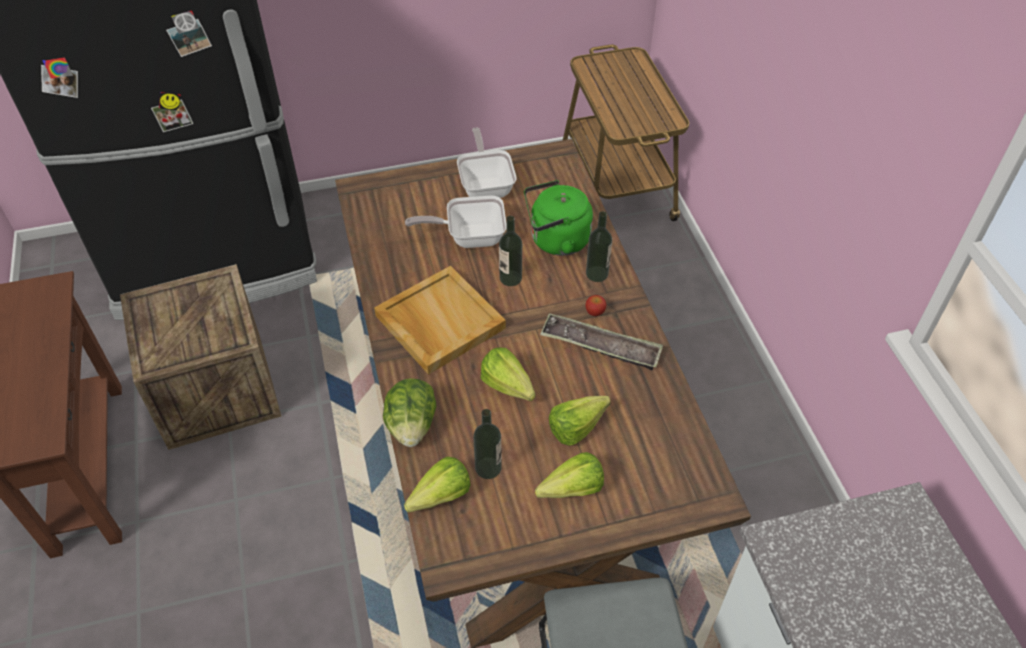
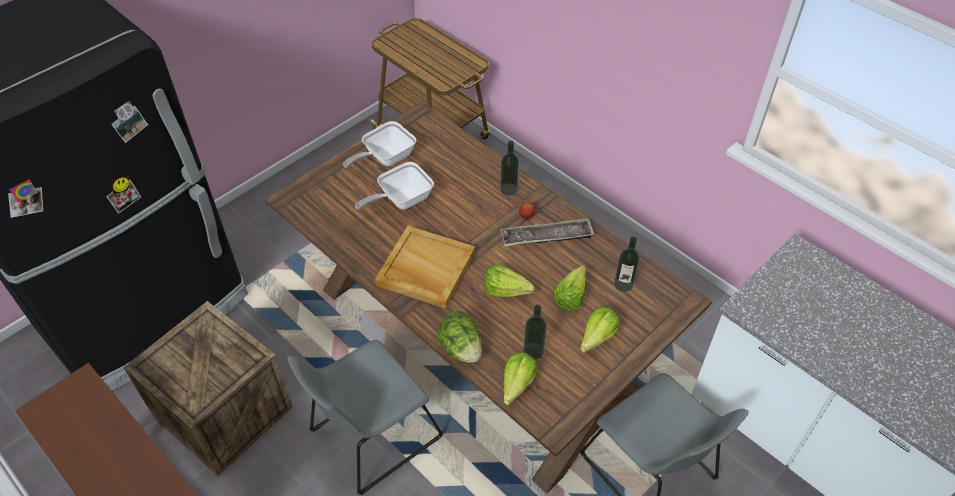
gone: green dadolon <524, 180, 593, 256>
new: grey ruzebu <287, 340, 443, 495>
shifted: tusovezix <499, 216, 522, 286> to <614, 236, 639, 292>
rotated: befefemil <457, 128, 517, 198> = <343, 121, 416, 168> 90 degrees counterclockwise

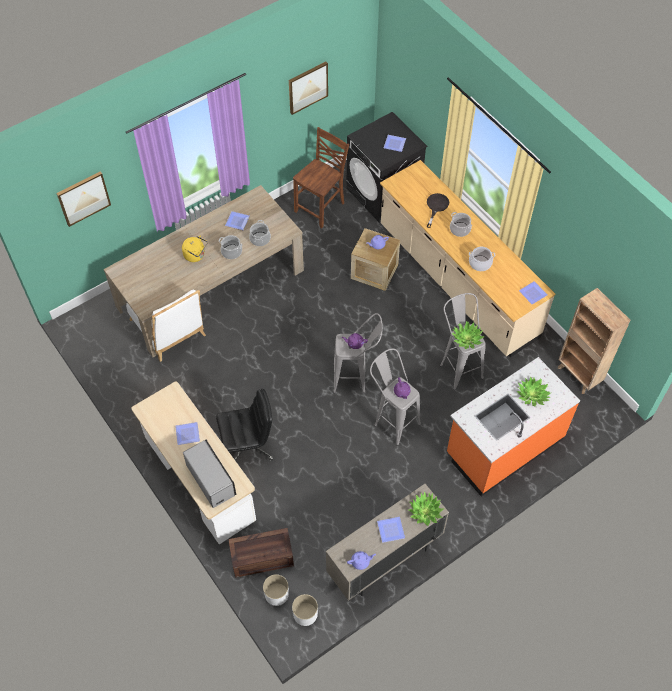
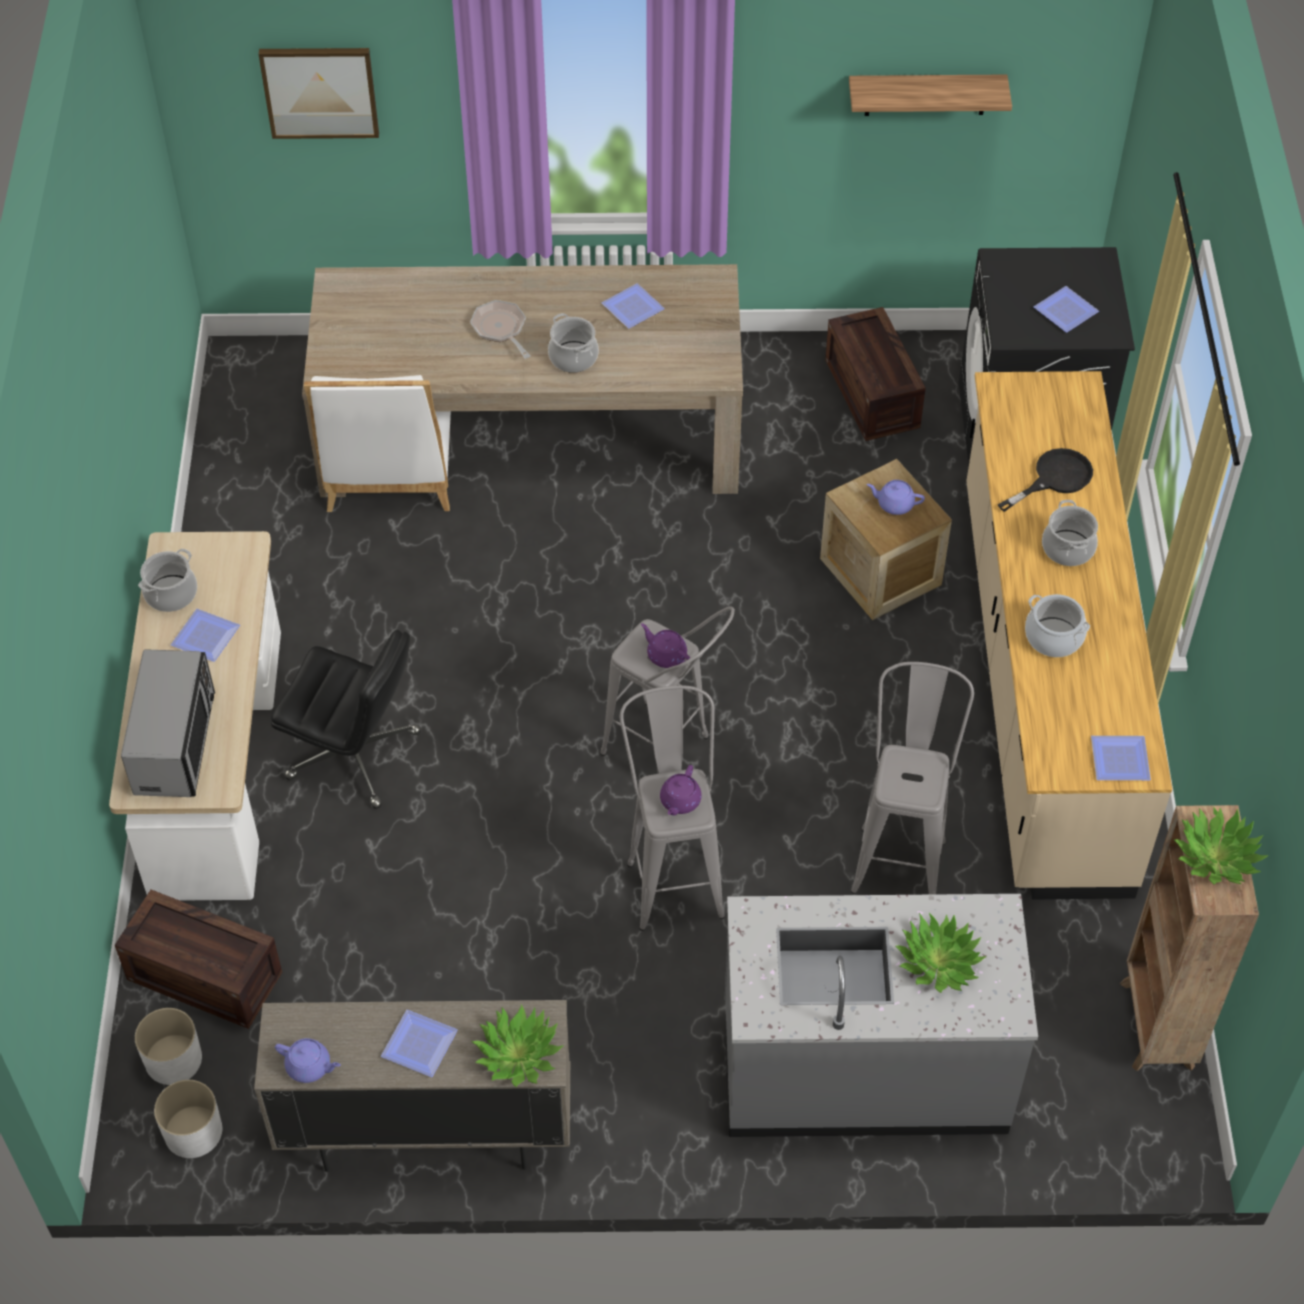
shifted: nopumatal <249, 220, 271, 246> to <138, 548, 197, 612>; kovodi <451, 321, 485, 349> to <1174, 807, 1268, 885>
swapped: yellow dadolon <182, 235, 208, 262> to befefemil <470, 300, 530, 359>; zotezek <289, 62, 328, 115> to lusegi <849, 75, 1012, 116>; brown ruzebu <293, 127, 349, 228> to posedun <825, 307, 926, 441>
repainted: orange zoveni <447, 357, 580, 496> to grey zoveni <725, 894, 1038, 1137>

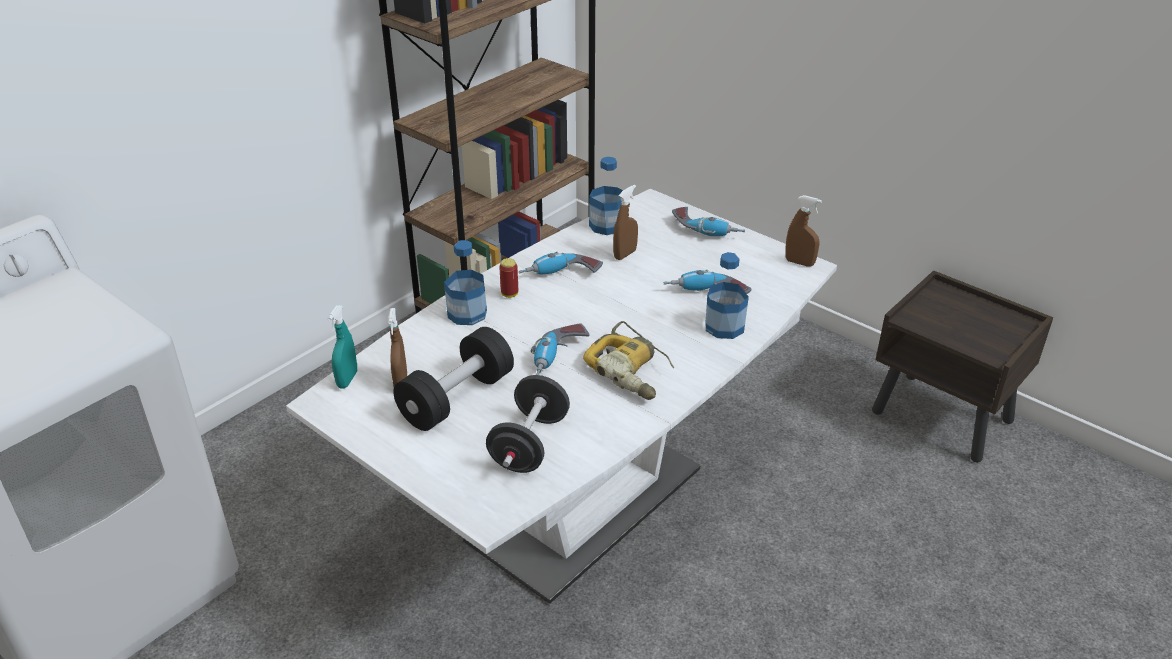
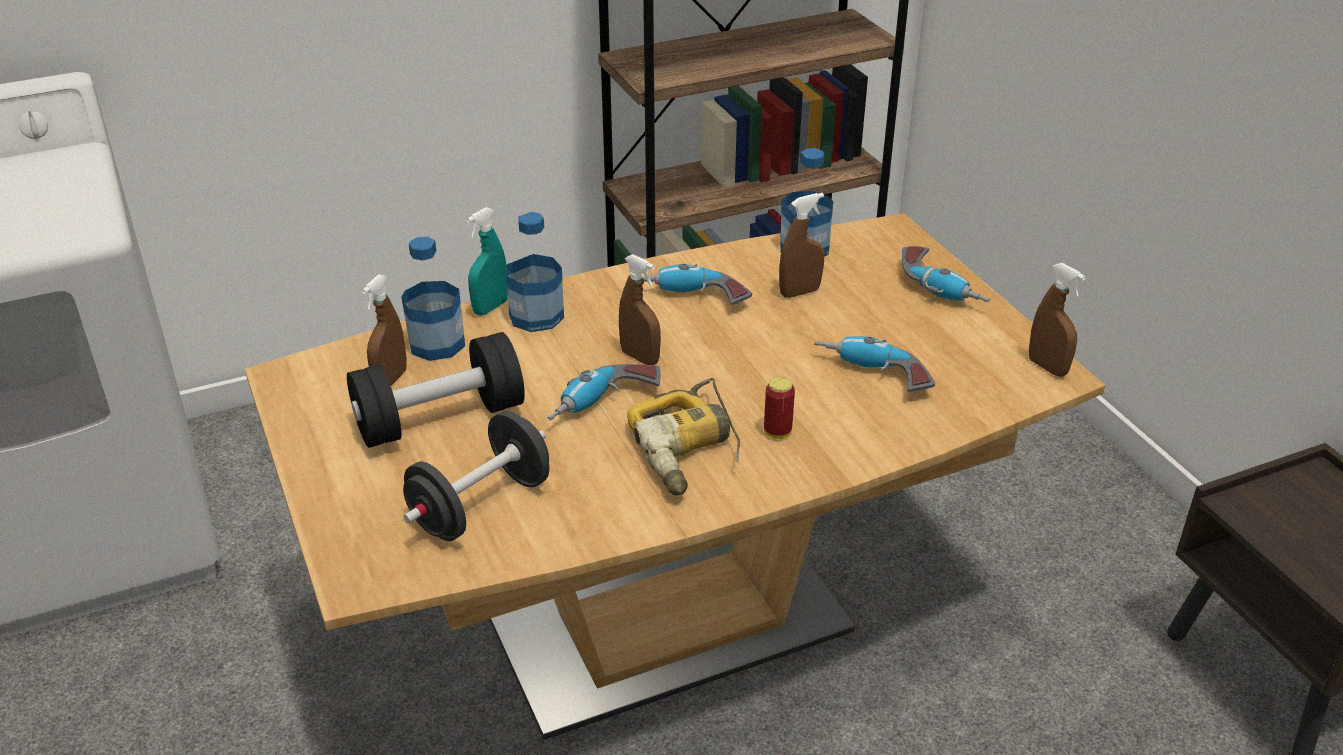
new: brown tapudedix <619, 254, 661, 365>
shifted: turquoise tapudedix <328, 305, 357, 389> to <467, 207, 508, 316>; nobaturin <499, 258, 518, 298> to <764, 376, 795, 439>; tusovezix <706, 252, 749, 339> to <401, 237, 465, 361>
repainted: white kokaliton <286, 189, 837, 604> to brown kokaliton <245, 213, 1105, 740>

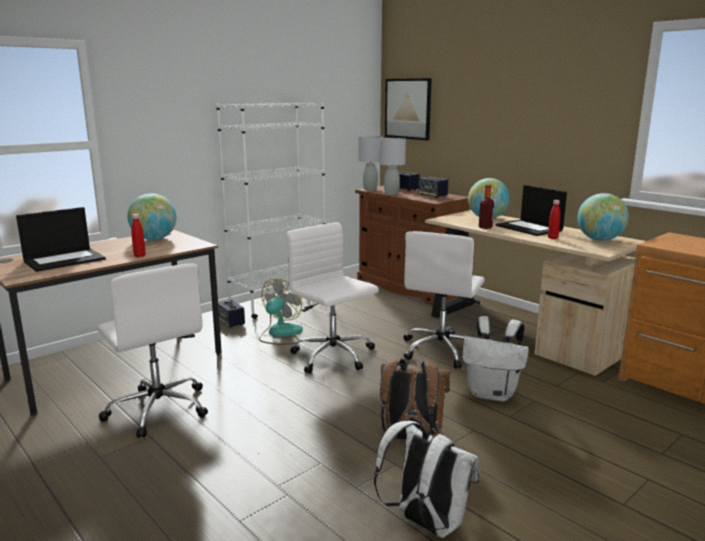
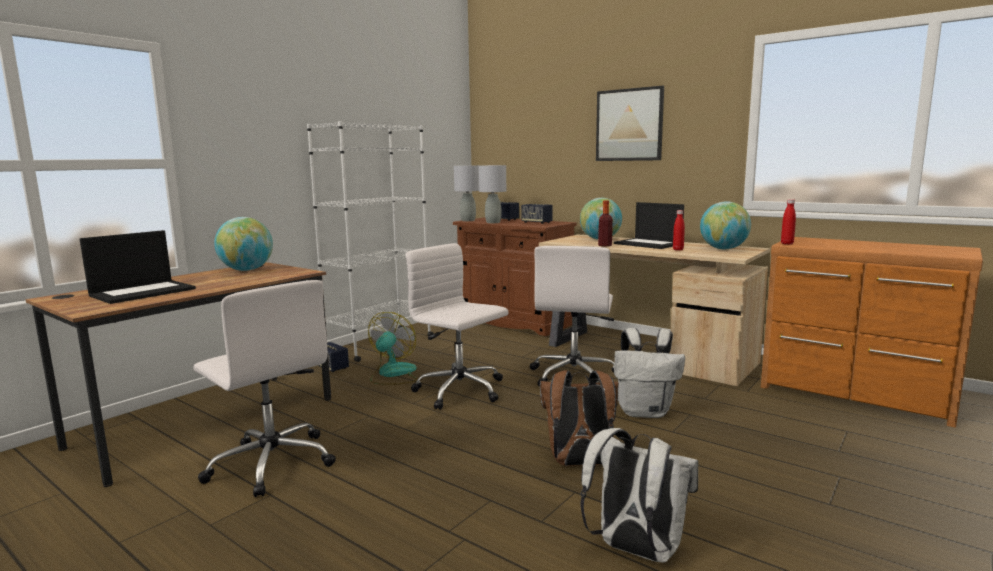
shifted: red tusovezix <131, 214, 146, 257> to <781, 199, 796, 245>; zotezek <385, 78, 432, 141> to <596, 86, 664, 161>

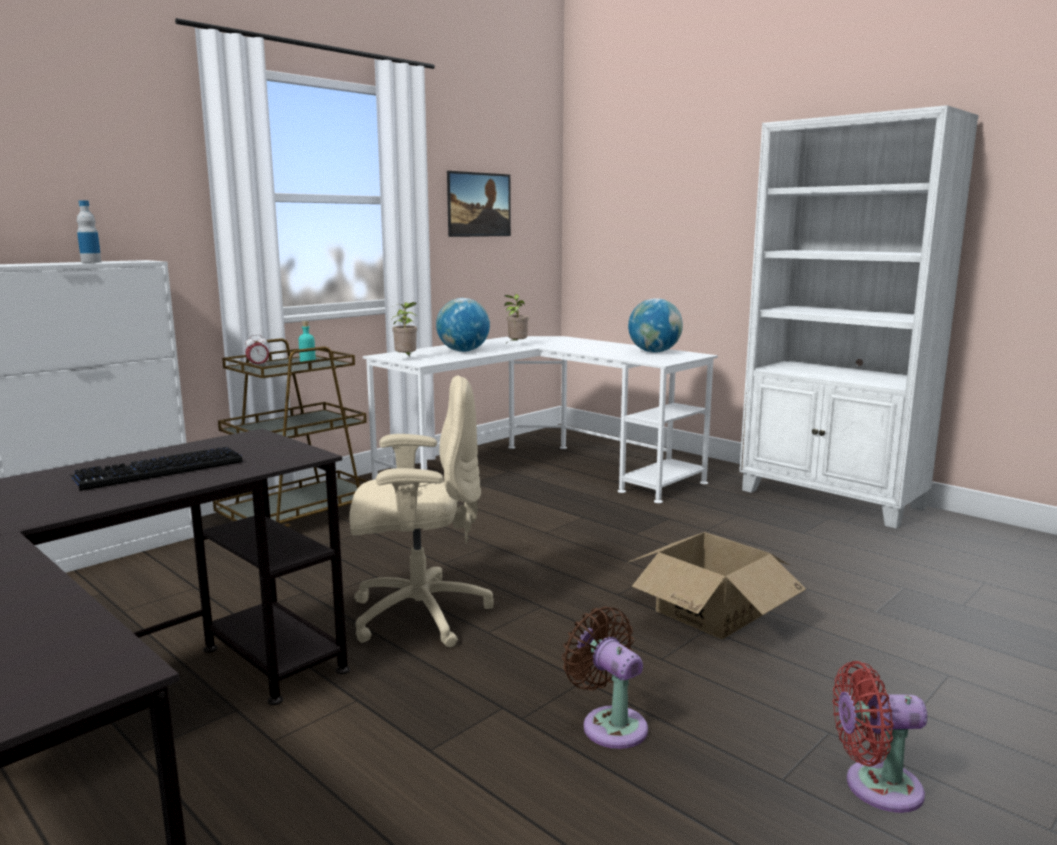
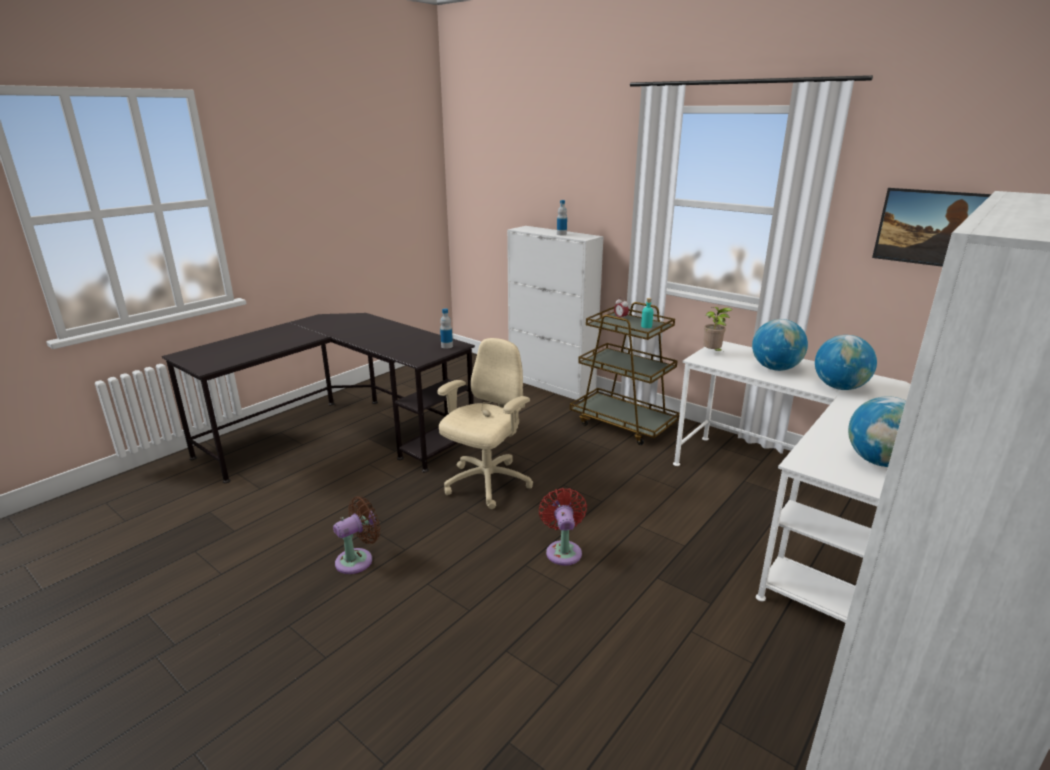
gone: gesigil <69, 447, 243, 491>; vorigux <627, 532, 806, 639>
new: tusovezix <440, 309, 453, 349>
shifted: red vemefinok <833, 661, 927, 813> to <539, 488, 587, 566>
swapped: kovodi <504, 294, 529, 341> to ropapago <815, 335, 877, 390>
rotated: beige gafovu <349, 375, 494, 648> = <438, 338, 533, 509> 135 degrees counterclockwise

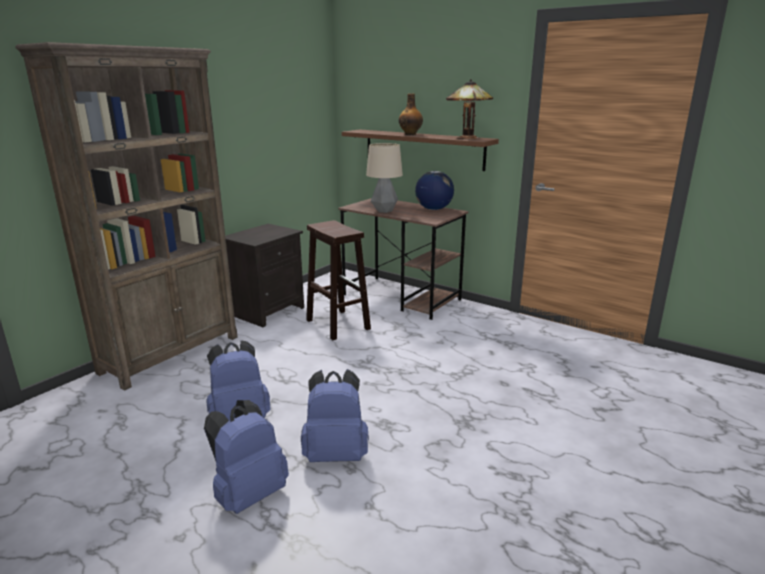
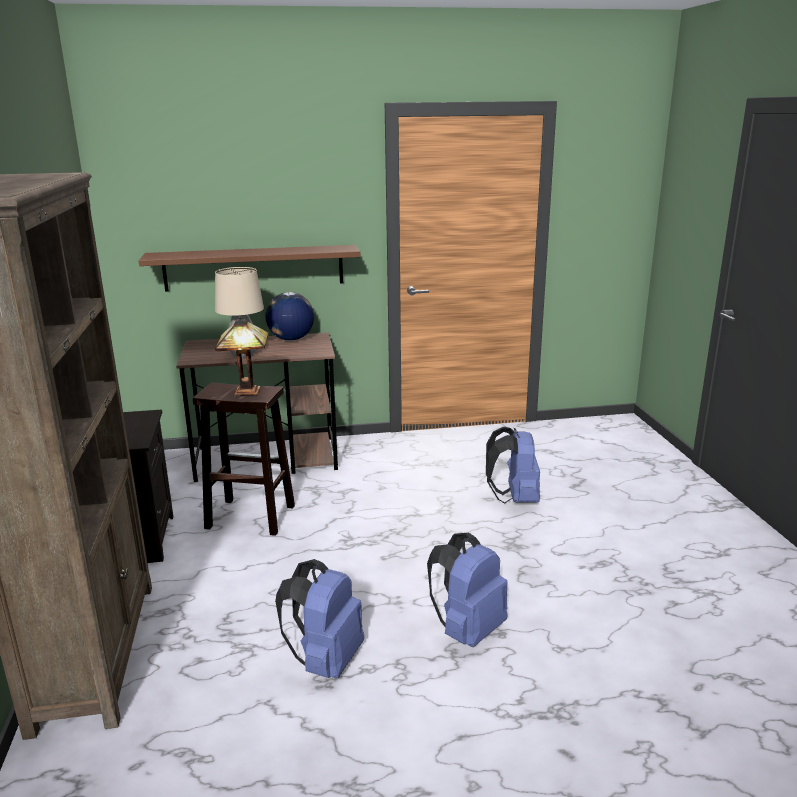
gone: tusovezix <399, 93, 423, 135>
shifted: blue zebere <204, 400, 289, 514> to <486, 427, 540, 503>; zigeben <446, 79, 493, 140> to <215, 317, 269, 396>

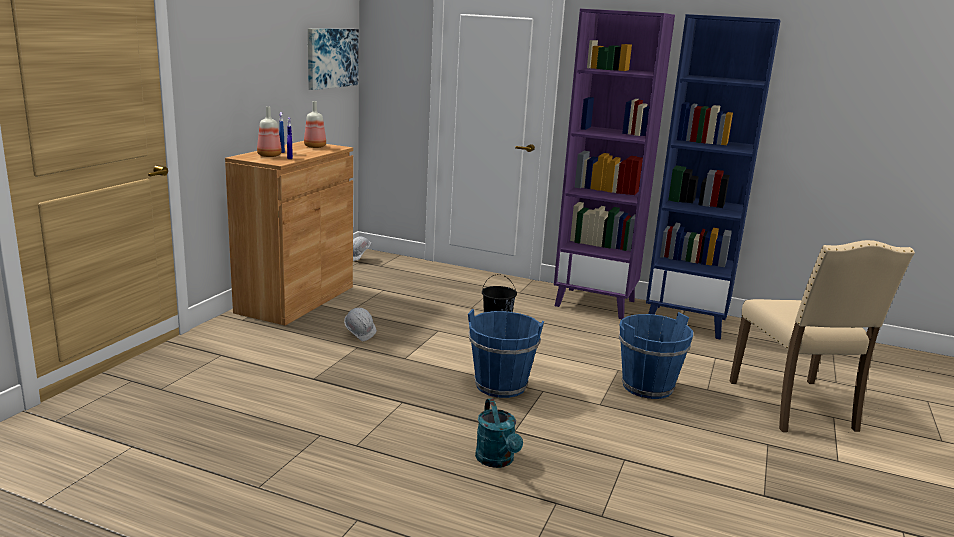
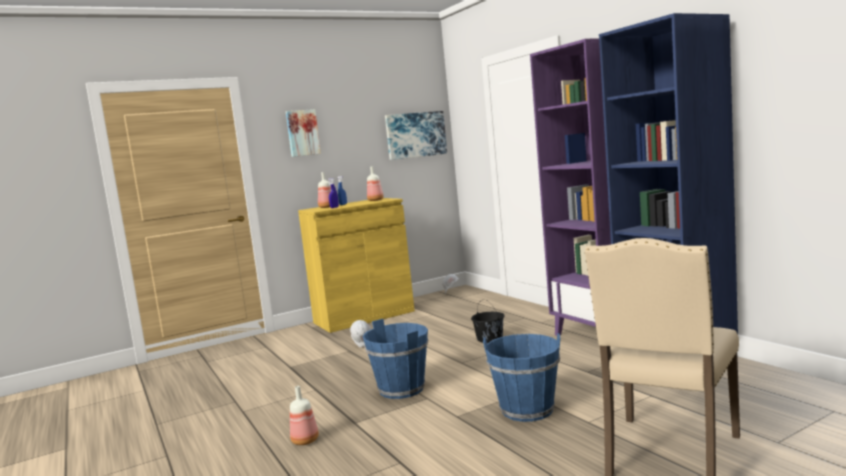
new: zotezek <286, 109, 321, 157>
swapped: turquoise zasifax <475, 398, 523, 468> to tusovezix <290, 386, 319, 445>
repainted: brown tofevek <225, 141, 353, 326> to yellow tofevek <298, 198, 415, 333>

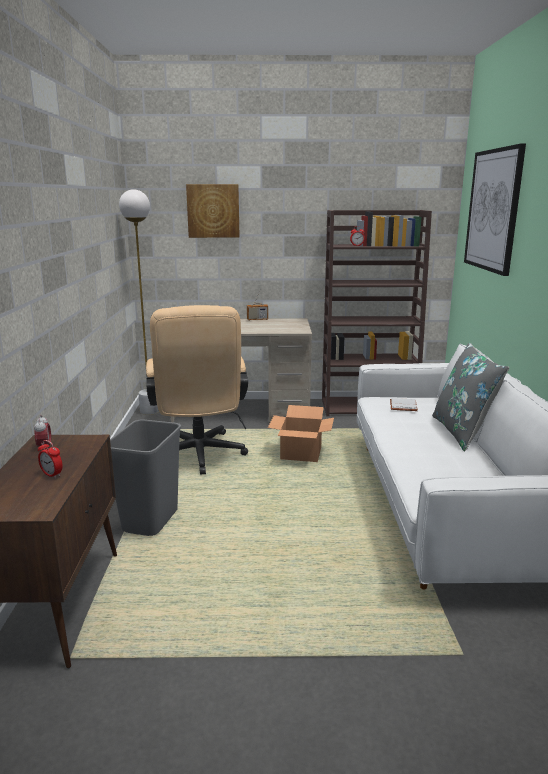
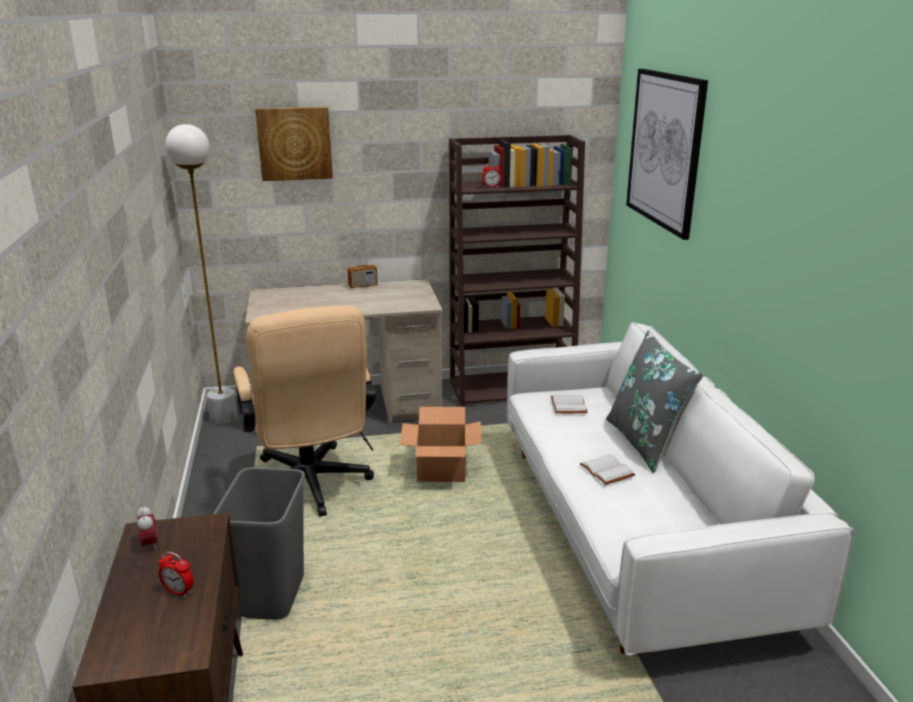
new: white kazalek <580, 454, 635, 485>

